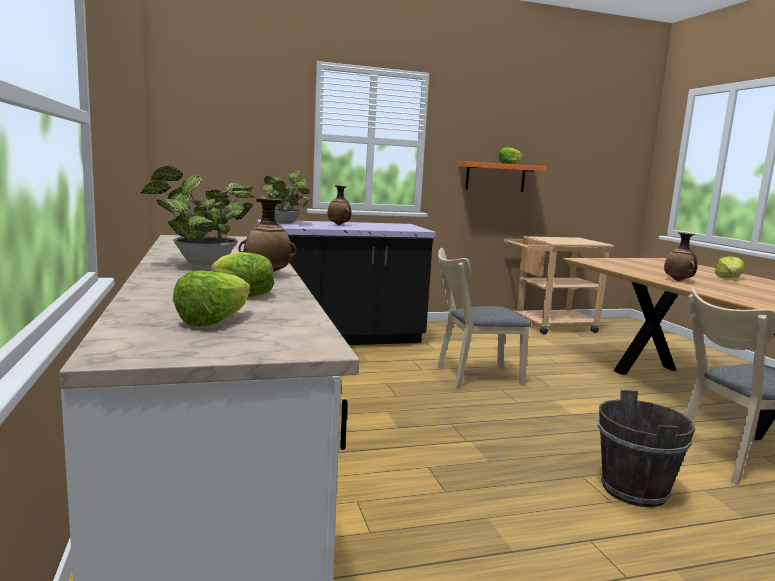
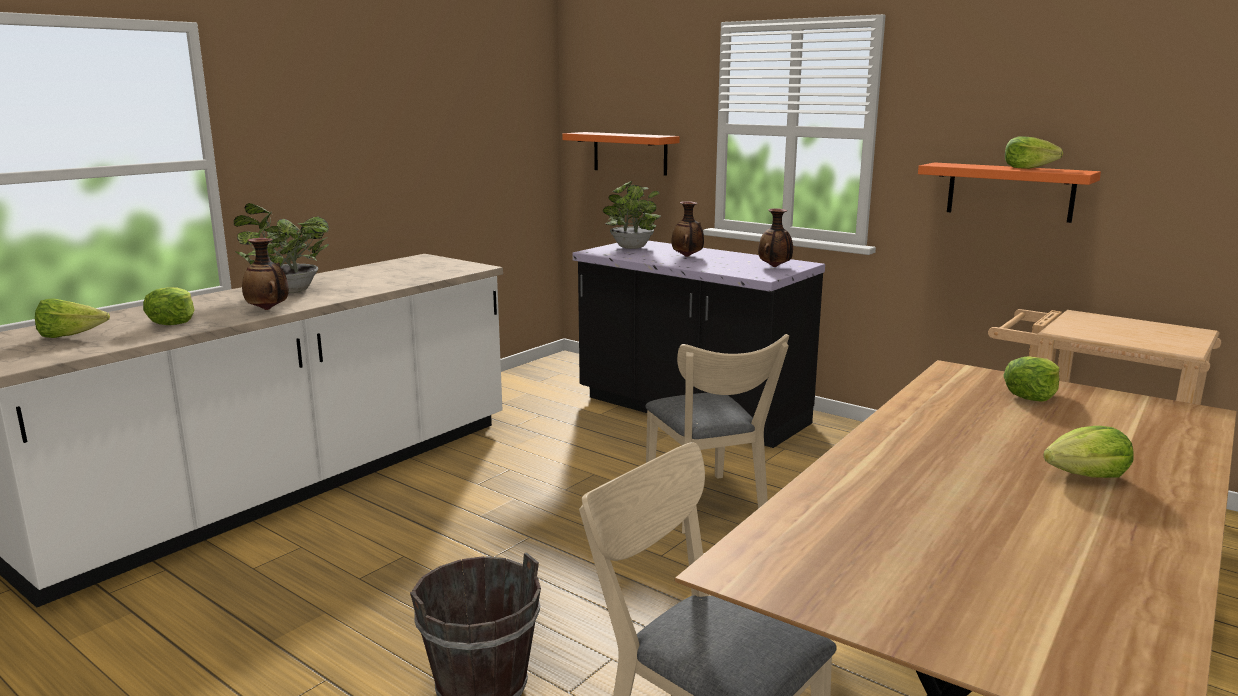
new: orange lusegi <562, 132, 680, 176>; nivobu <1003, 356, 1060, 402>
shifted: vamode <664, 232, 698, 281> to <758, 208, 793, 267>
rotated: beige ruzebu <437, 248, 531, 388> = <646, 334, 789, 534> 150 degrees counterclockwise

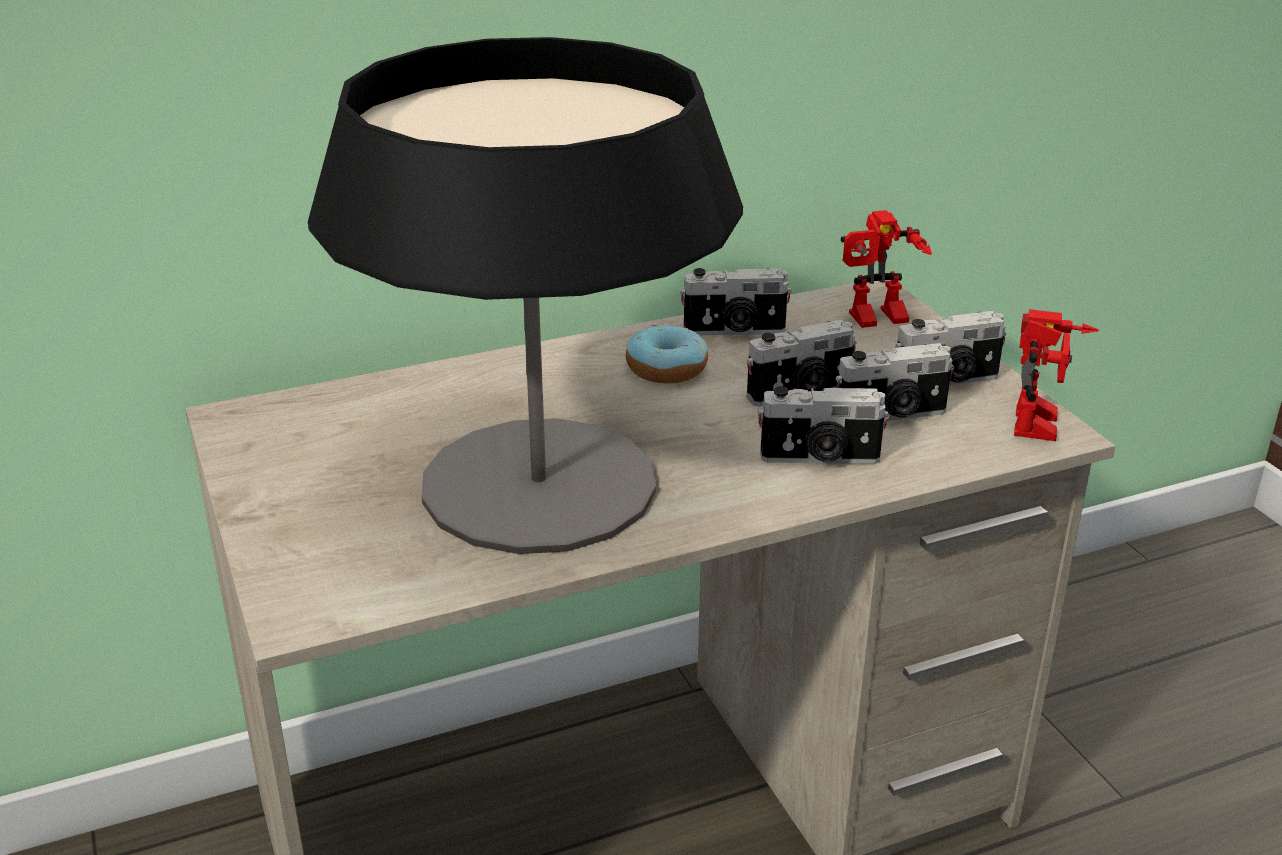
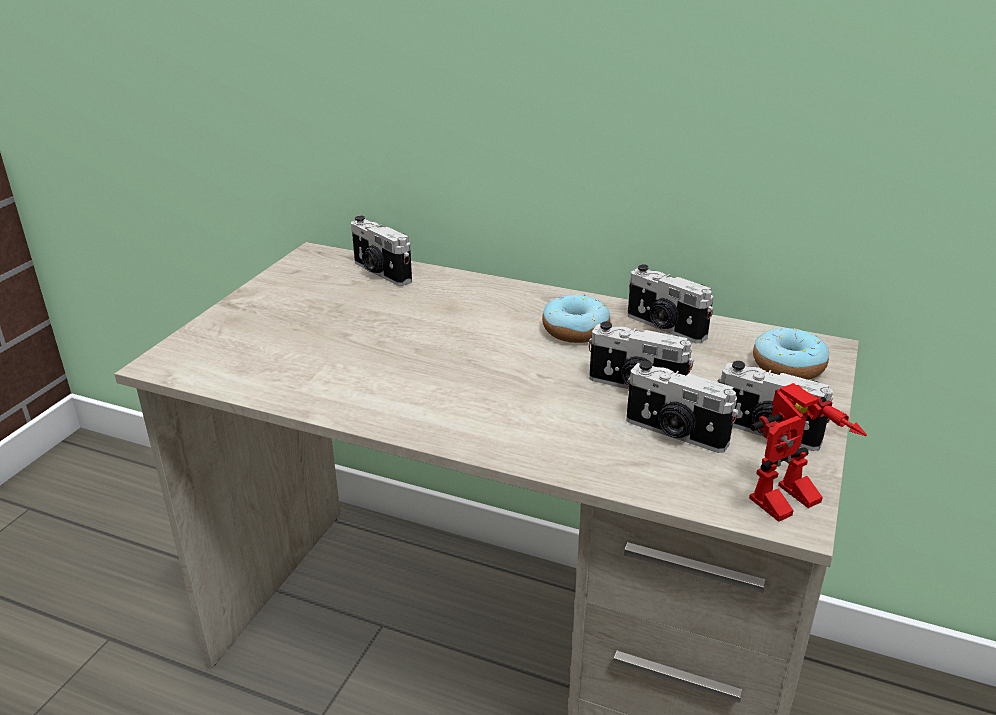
gone: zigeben <308, 37, 743, 554>
shifted: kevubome <758, 386, 889, 464> to <351, 216, 412, 286>
swapped: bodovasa <841, 210, 932, 328> to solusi <753, 328, 829, 380>

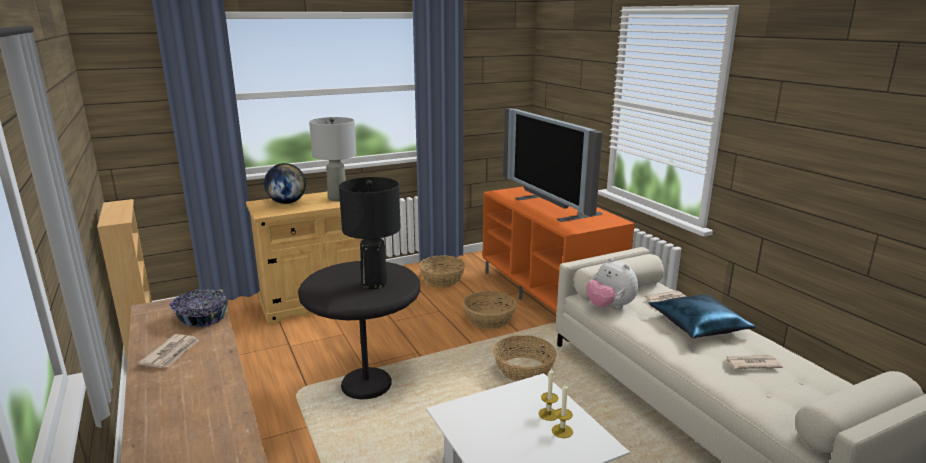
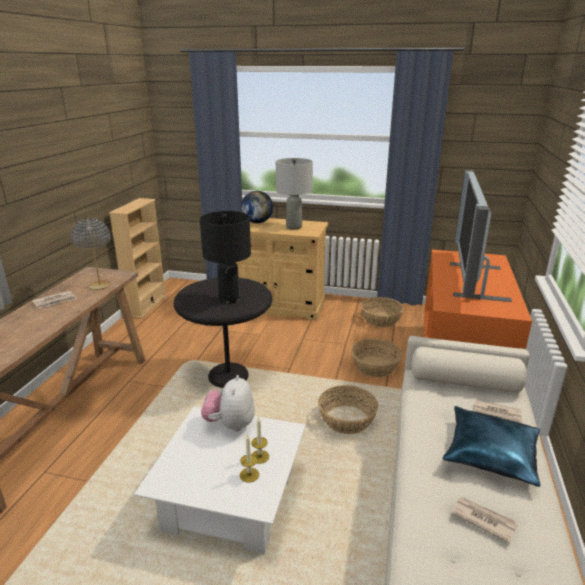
shifted: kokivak <586, 258, 638, 309> to <201, 375, 255, 431>
swapped: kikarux <169, 289, 229, 327> to grey zigeben <71, 218, 111, 290>

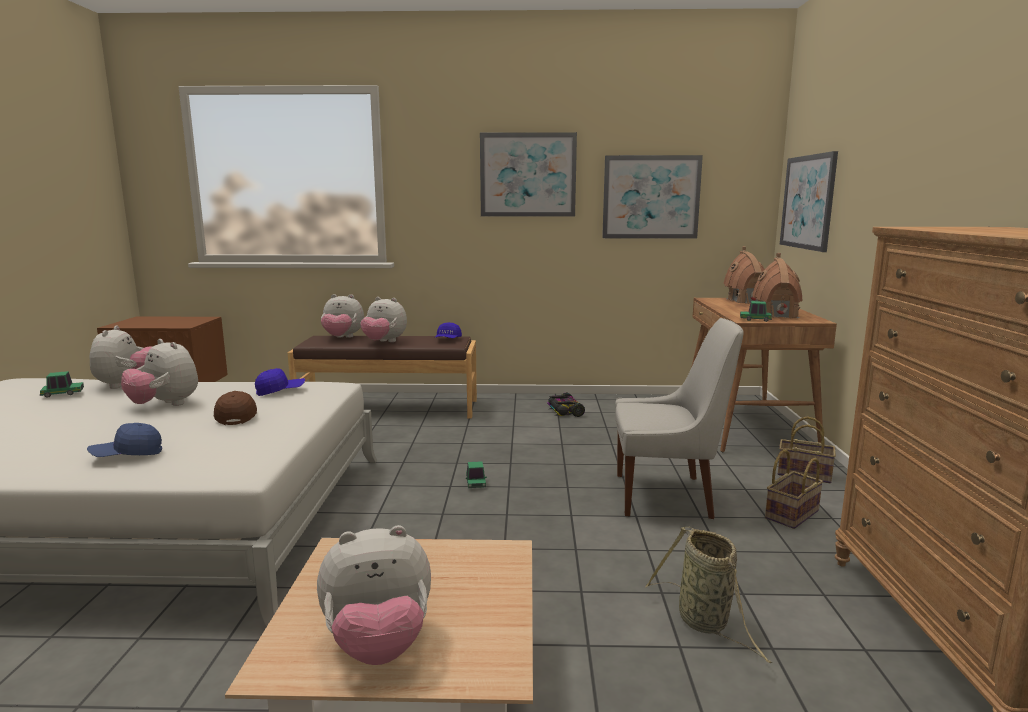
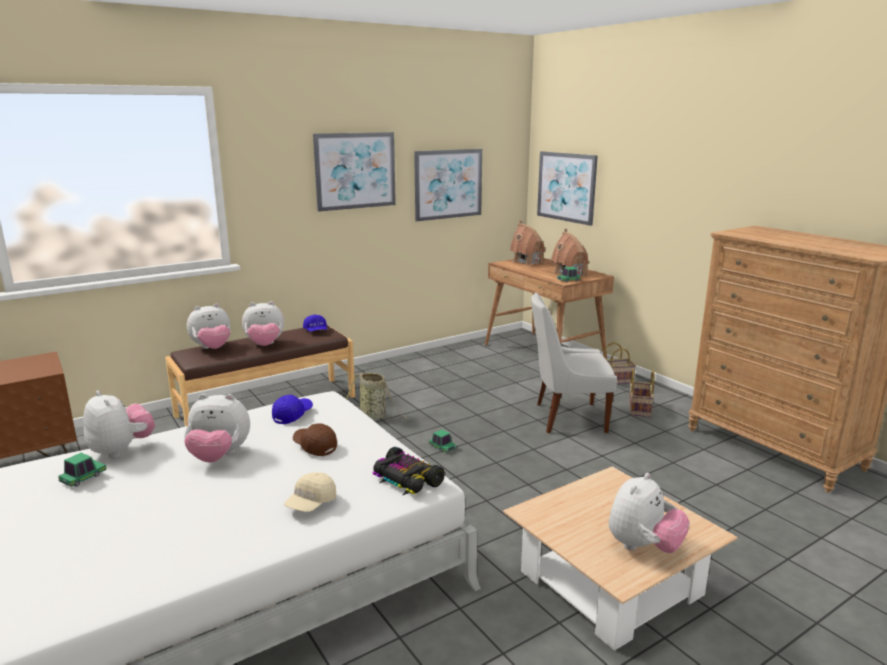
shifted: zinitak <547, 393, 585, 417> to <373, 447, 445, 495>; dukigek <646, 527, 772, 664> to <346, 373, 409, 420>
repainted: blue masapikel <87, 423, 162, 457> to beige masapikel <284, 472, 337, 512>
rotated: white ruzebu <615, 318, 744, 519> = <531, 292, 617, 433> 150 degrees counterclockwise

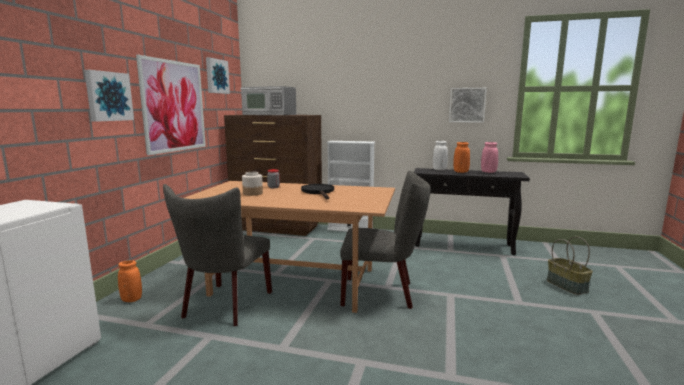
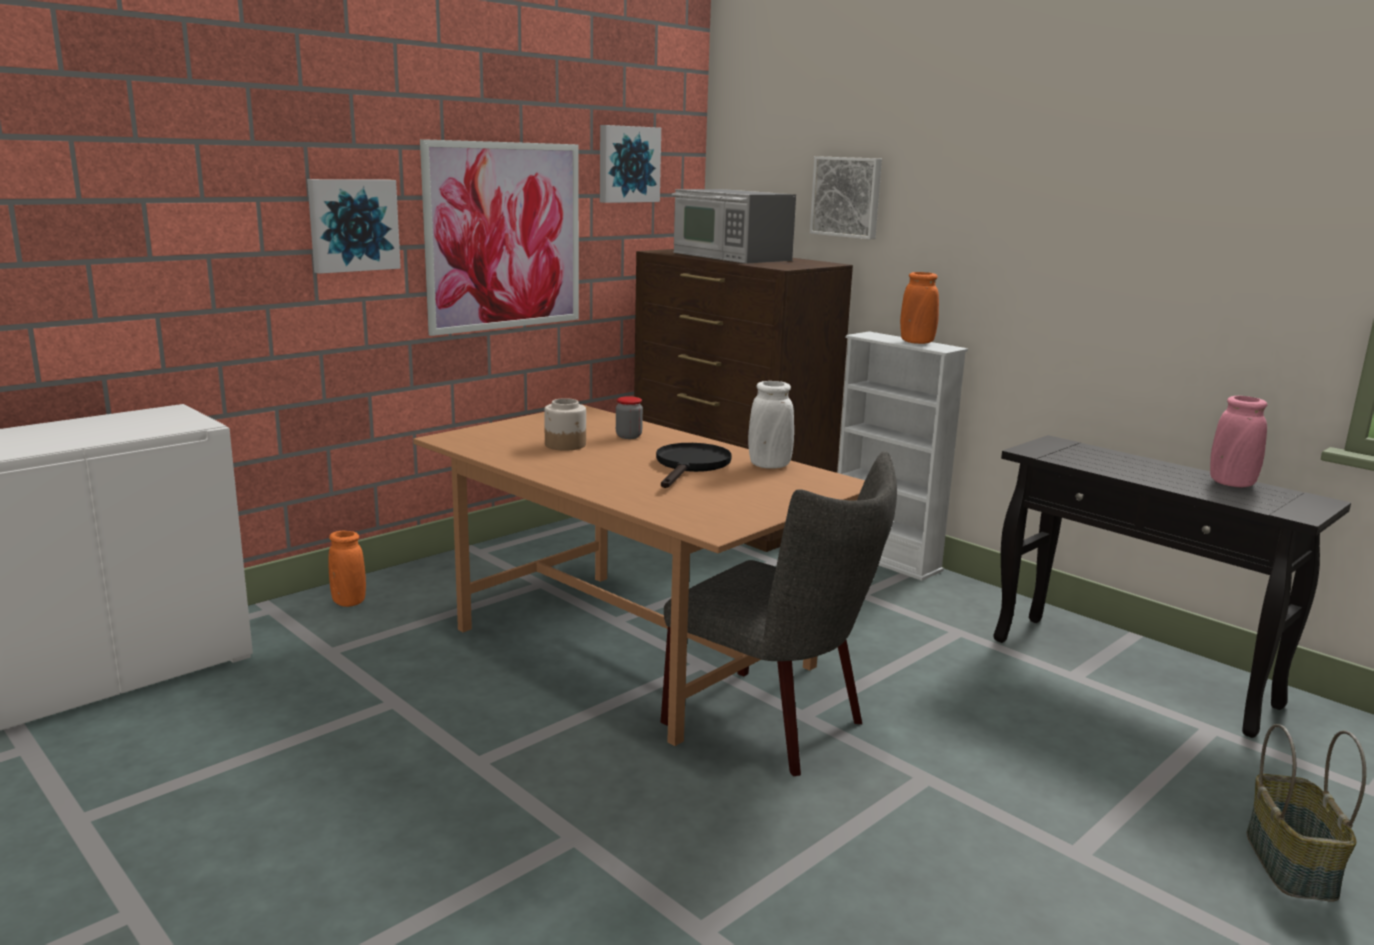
gone: grey ruzebu <163, 184, 272, 326>
shifted: white vamode <433, 141, 448, 170> to <748, 381, 794, 469>; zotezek <449, 88, 487, 123> to <810, 156, 882, 239>; orange vamode <453, 142, 470, 173> to <900, 272, 939, 344>

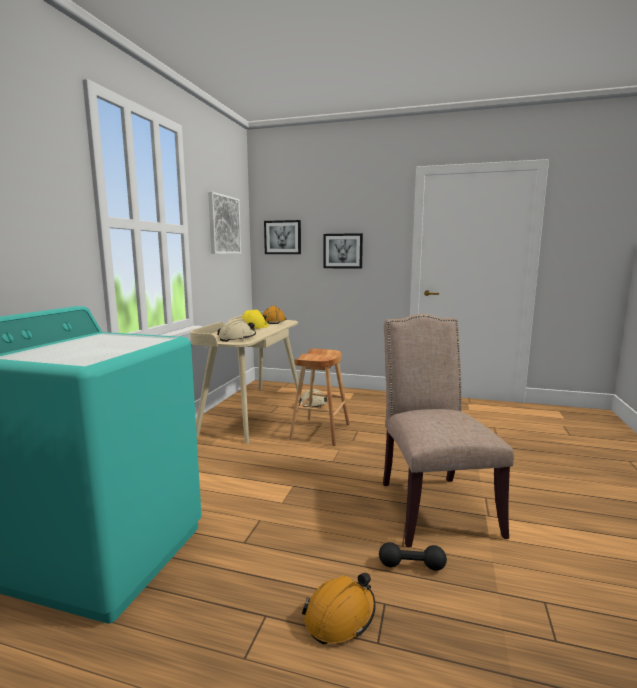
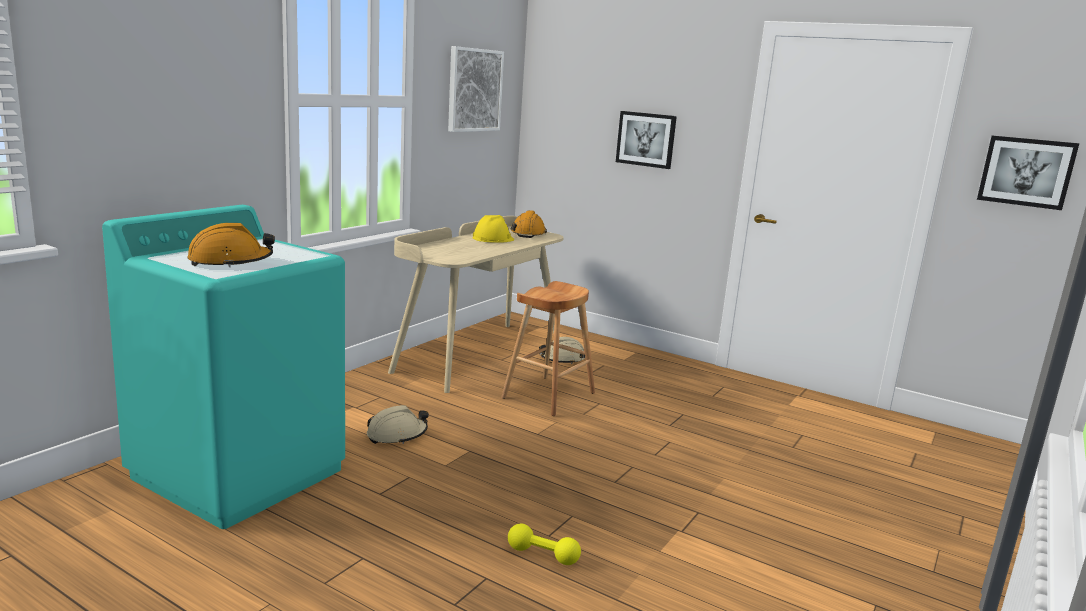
gone: beige ruzebu <383, 314, 514, 547>
shifted: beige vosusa <217, 318, 256, 342> to <367, 405, 429, 444>; zotezek <264, 220, 301, 254> to <977, 136, 1079, 210>; orange vosusa <302, 573, 376, 644> to <187, 223, 275, 267>
repainted: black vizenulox <379, 542, 447, 571> to yellow vizenulox <508, 524, 581, 565>

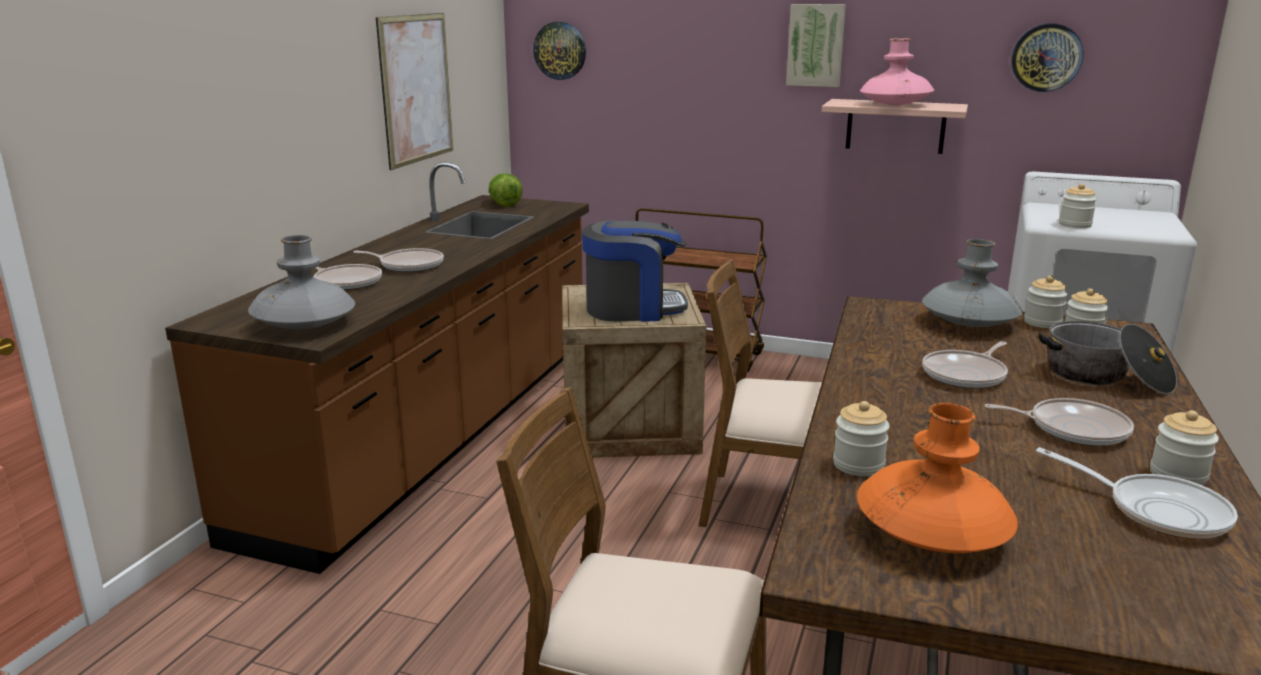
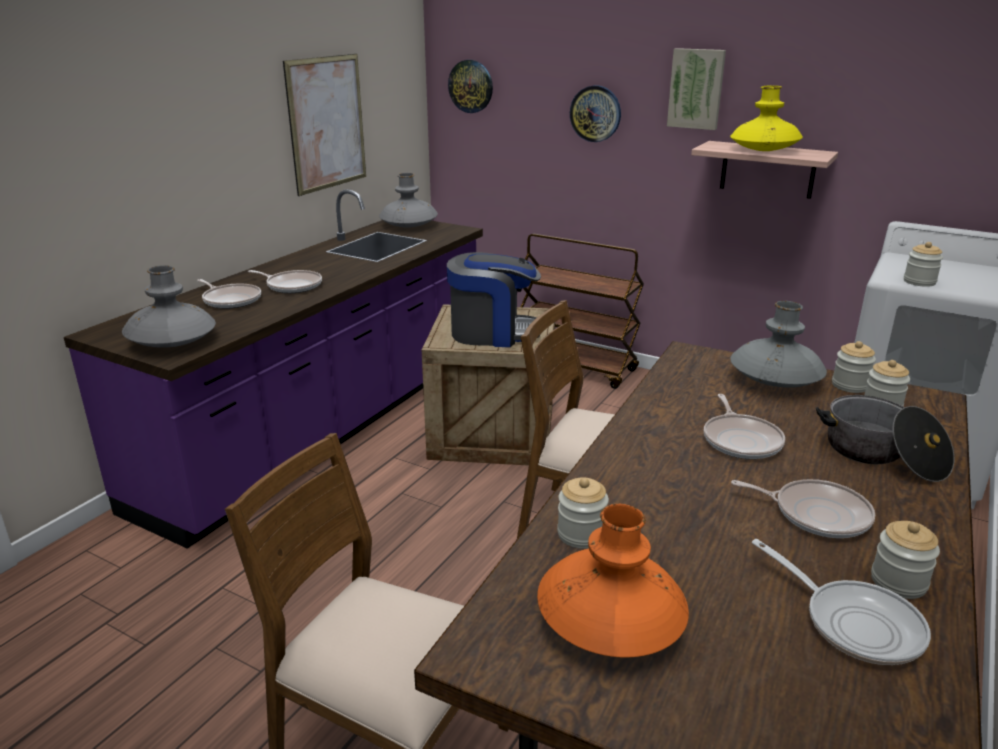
shifted: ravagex <1011, 23, 1084, 92> to <570, 85, 621, 142>
swapped: nivobu <489, 173, 523, 207> to grey vamode <379, 173, 438, 228>
repainted: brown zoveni <165, 162, 589, 574> to purple zoveni <64, 189, 483, 549>; pink vamode <860, 38, 934, 105> to yellow vamode <730, 85, 803, 151>
rotated: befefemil <922, 341, 1008, 389> = <704, 394, 785, 459> 60 degrees counterclockwise

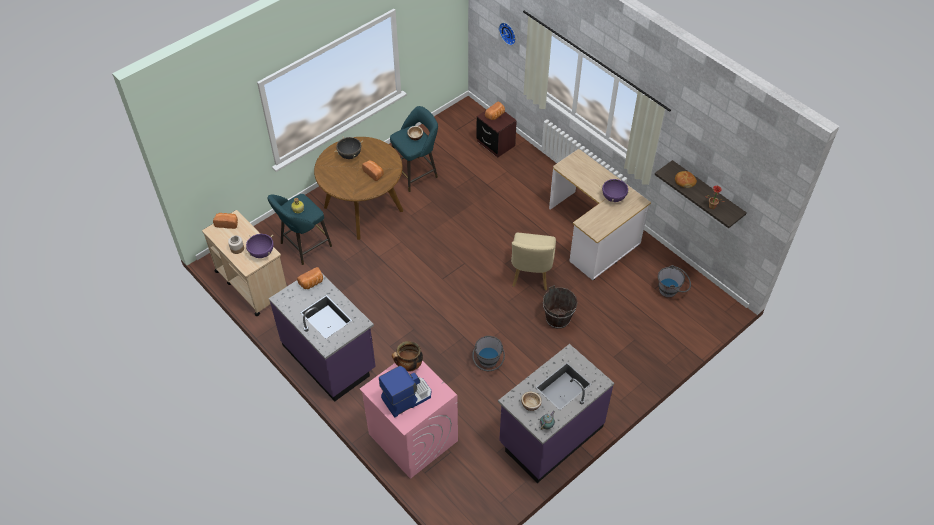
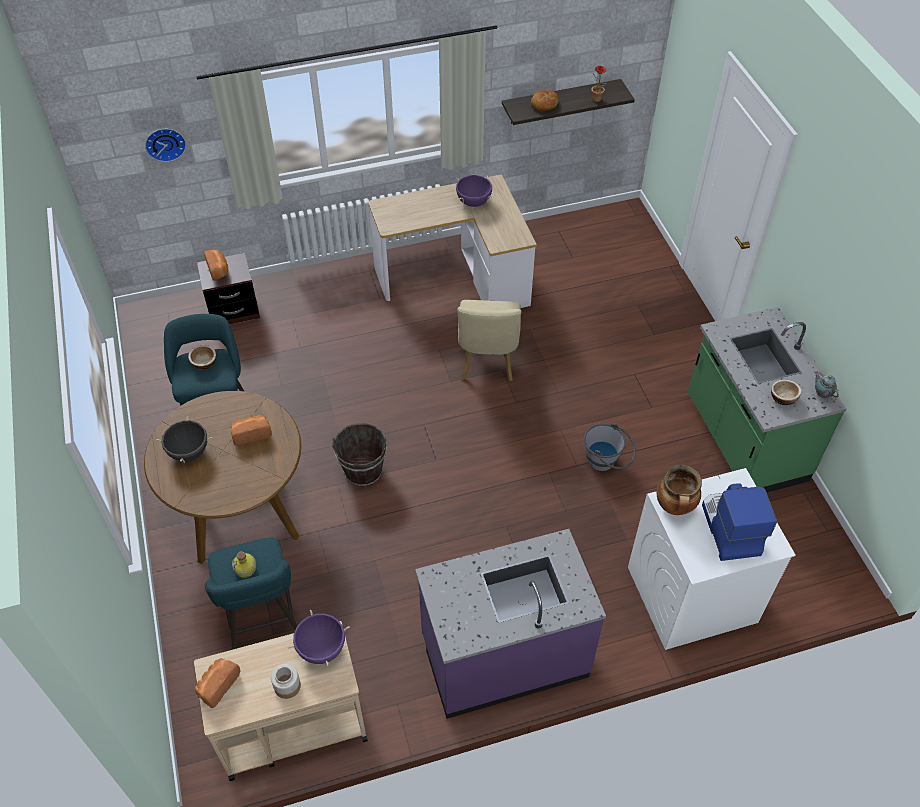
gone: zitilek <297, 267, 323, 289>; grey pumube <658, 265, 691, 298>
shifted: brown pumube <543, 285, 578, 329> to <332, 423, 387, 487>
repainted: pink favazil <360, 361, 458, 479> to white favazil <628, 468, 796, 650>; purple zoveni <498, 344, 614, 483> to green zoveni <688, 307, 847, 493>
rotated: beige ruzebu <511, 233, 556, 291> = <457, 300, 521, 381> 60 degrees clockwise

